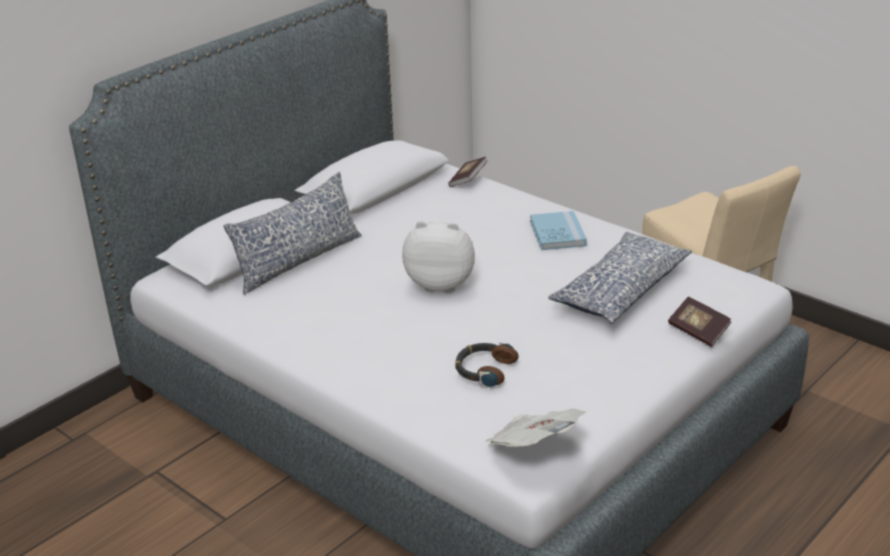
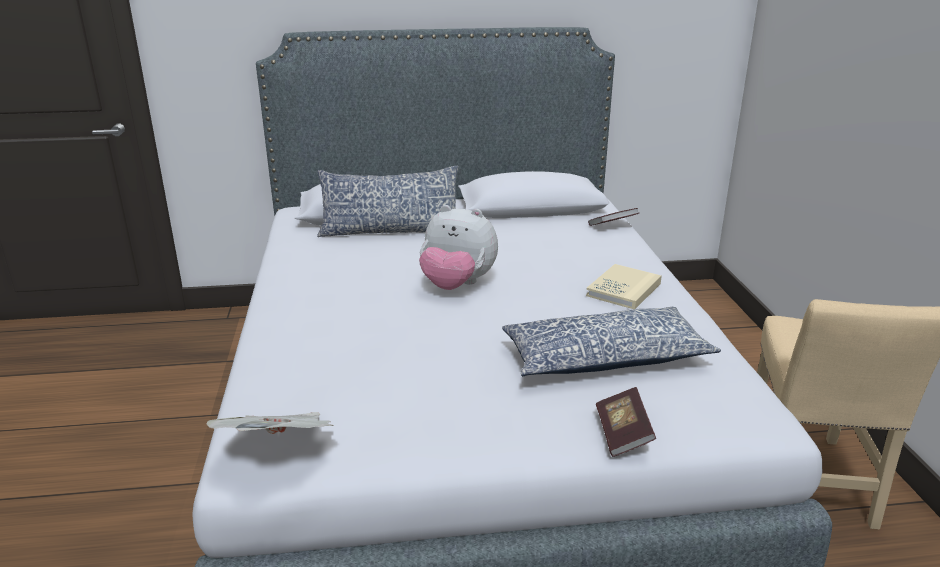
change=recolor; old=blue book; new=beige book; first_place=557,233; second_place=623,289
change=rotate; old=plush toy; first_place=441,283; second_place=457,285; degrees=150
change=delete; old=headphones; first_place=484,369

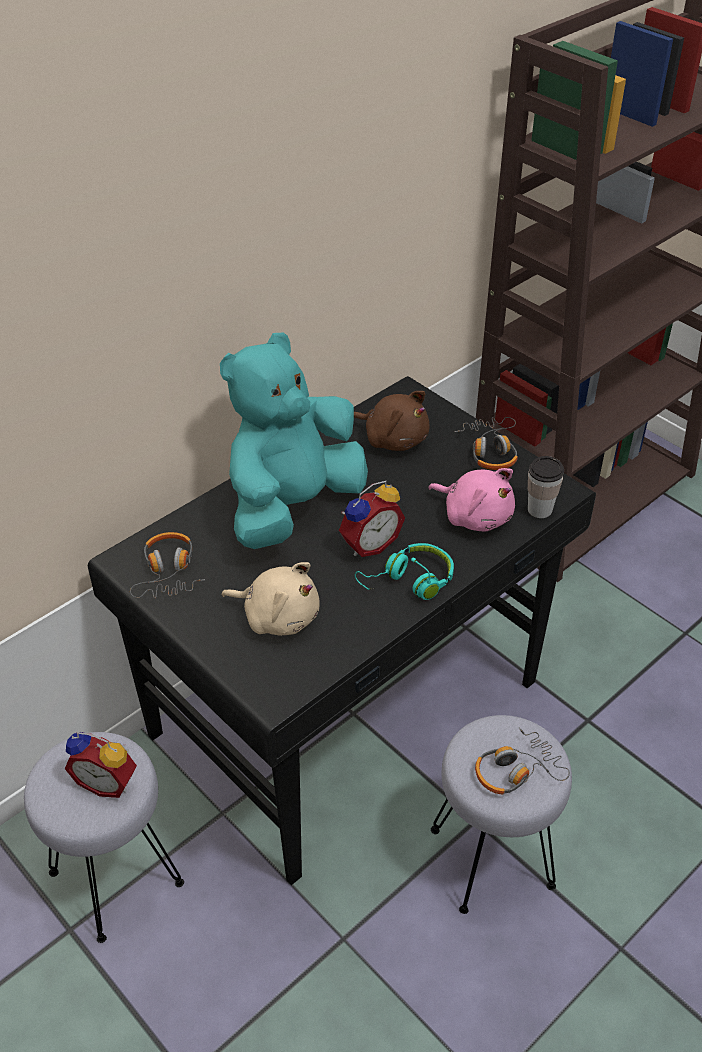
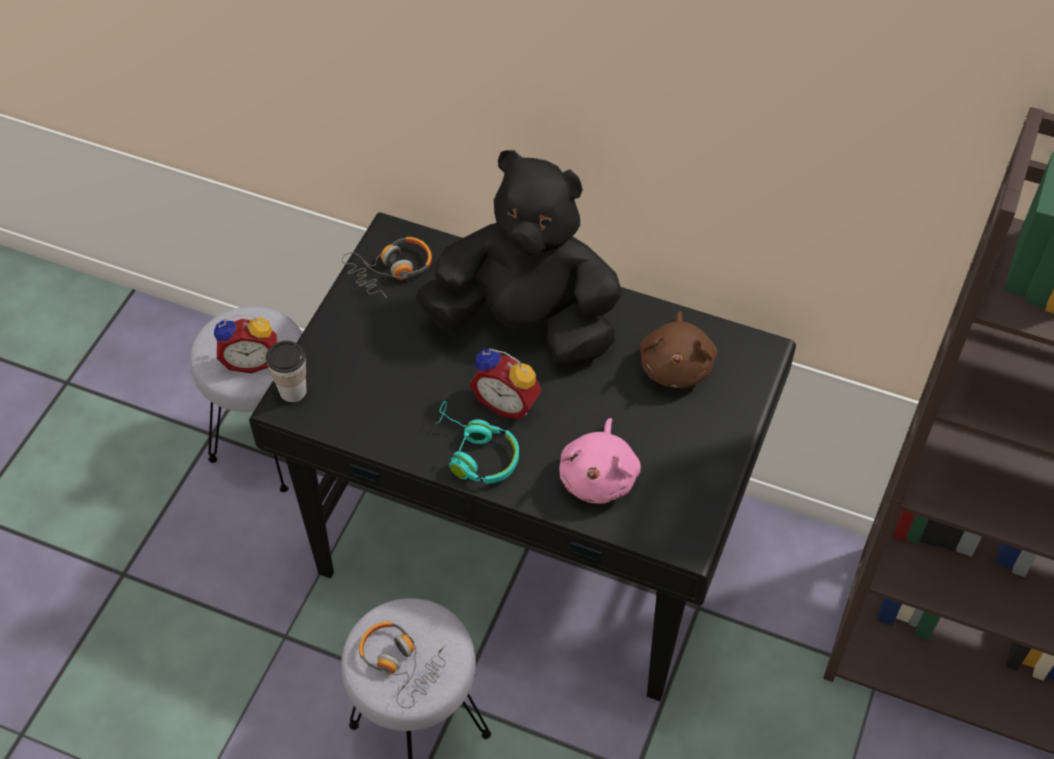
change=recolor; old=turquoise plush toy; new=black plush toy; first_place=292,506; second_place=526,323
change=delete; old=headphones; first_place=490,450
change=move; old=cup; first_place=540,509; second_place=293,391
change=delete; old=beige plush toy; first_place=278,616
change=rotate; old=alarm clock; first_place=108,781; second_place=251,360; degrees=-90

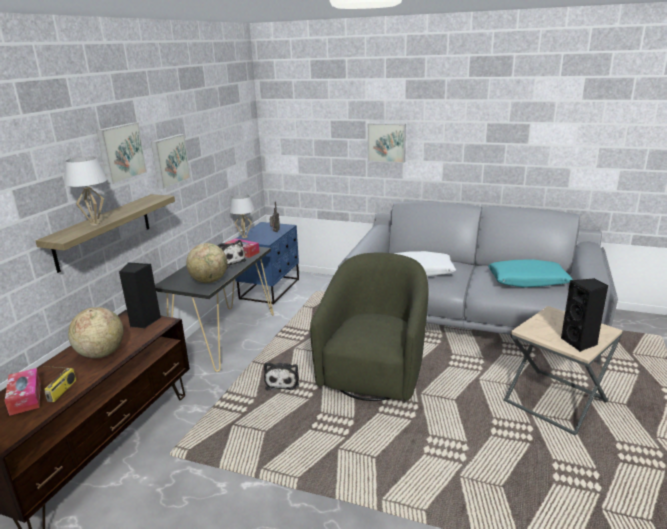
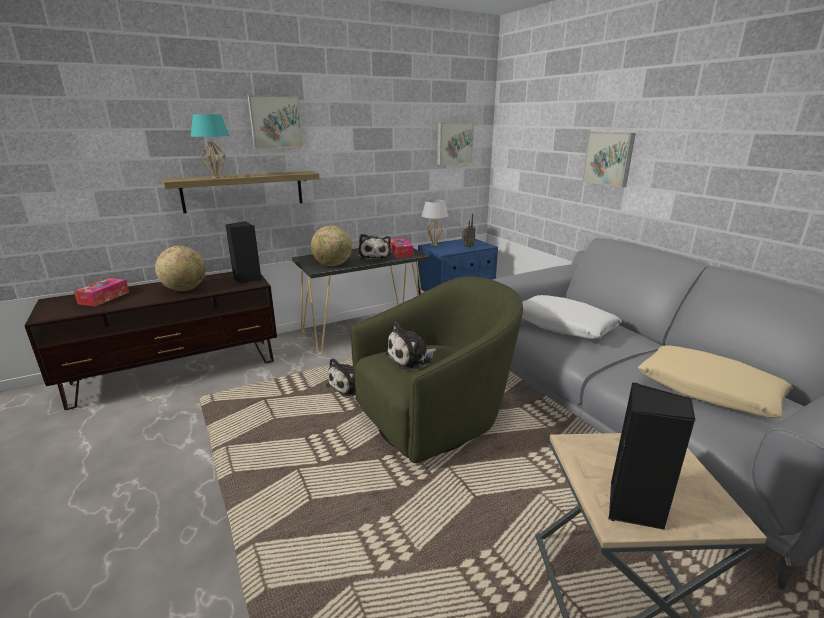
change=move; old=picture; first_place=169,160; second_place=454,143
change=recolor; old=white table lamp; new=turquoise table lamp; first_place=95,224; second_place=216,177
change=recolor; old=turquoise pillow; new=beige pillow; first_place=527,281; second_place=708,391
change=delete; old=radio; first_place=62,391
change=insert; new=plush toy; second_place=411,358

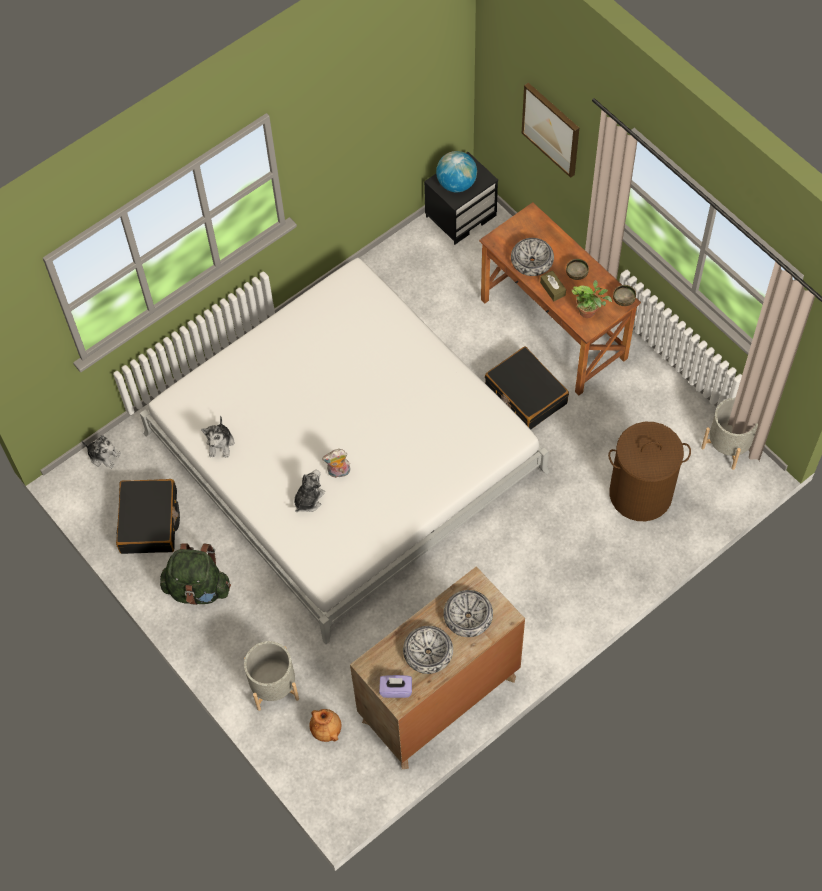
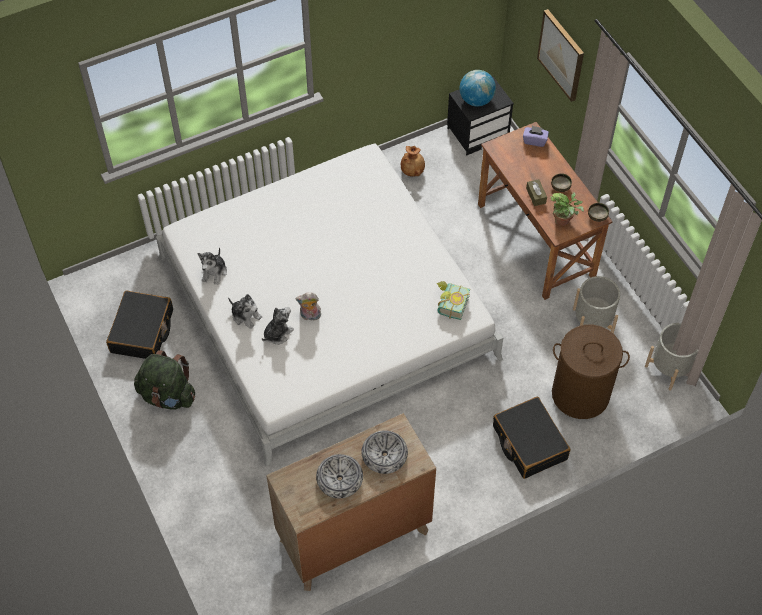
change=delete; old=bowl; first_place=532,260
change=move; old=black suitcase; first_place=525,395; second_place=529,443
change=move; old=plush toy; first_place=103,455; second_place=246,316
change=move; old=grey planter; first_place=273,686; second_place=592,322
change=move; old=purple tissue box; first_place=396,689; second_place=534,141
change=move; old=brown vase; first_place=326,729; second_place=413,171
change=insert; new=book; second_place=449,304

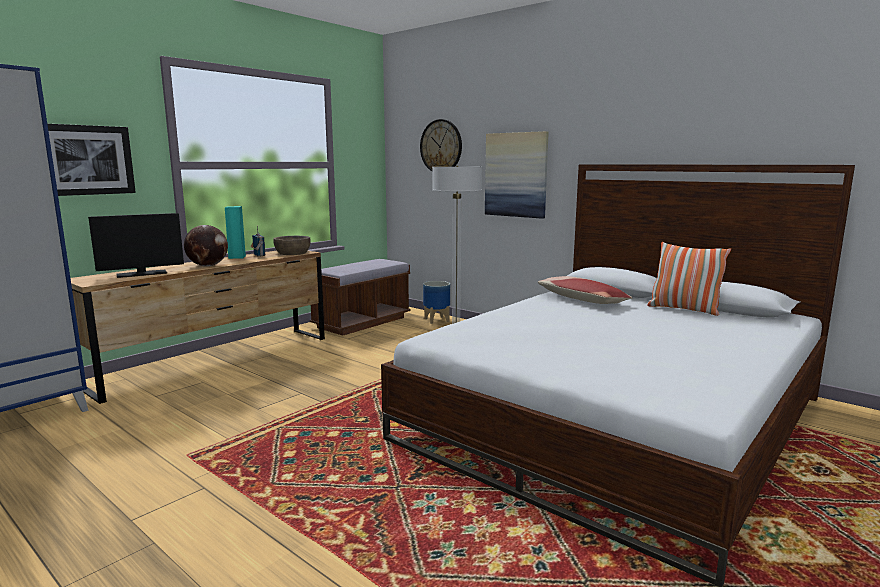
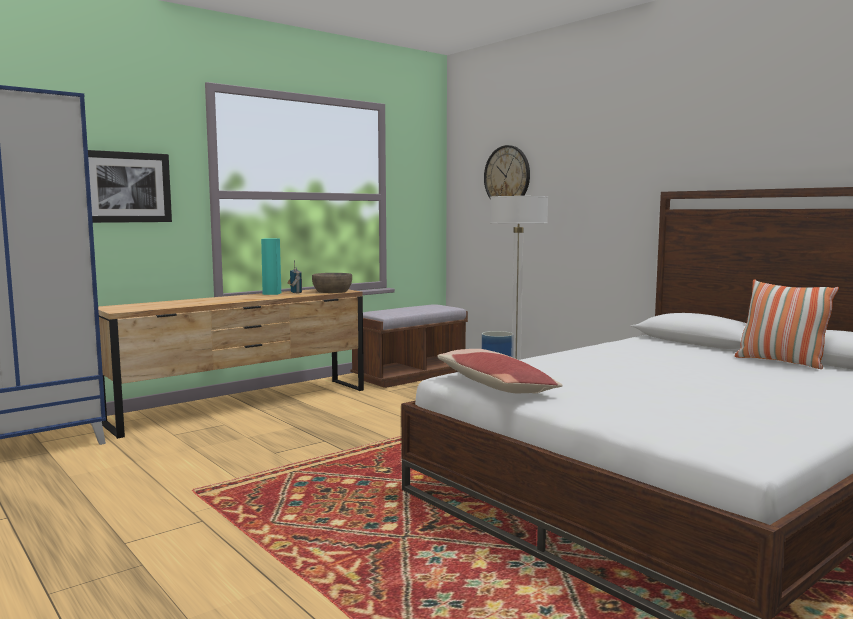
change=delete; old=picture; first_place=516,175
change=delete; old=monitor; first_place=141,274
change=delete; old=globe; first_place=208,266
change=move; old=pillow; first_place=581,300; second_place=494,386

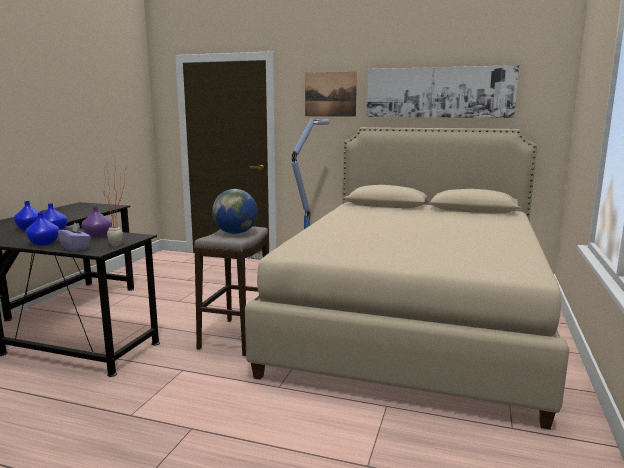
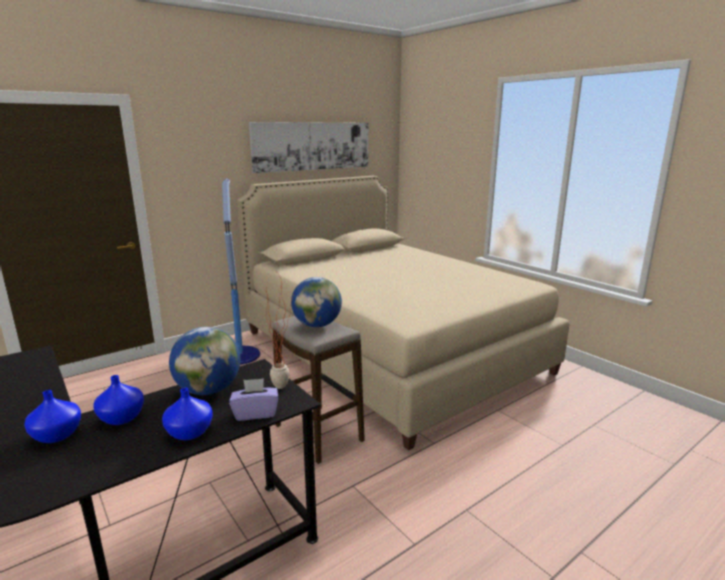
change=delete; old=picture; first_place=330,94
change=replace; old=purple vase; new=globe; first_place=98,235; second_place=208,390

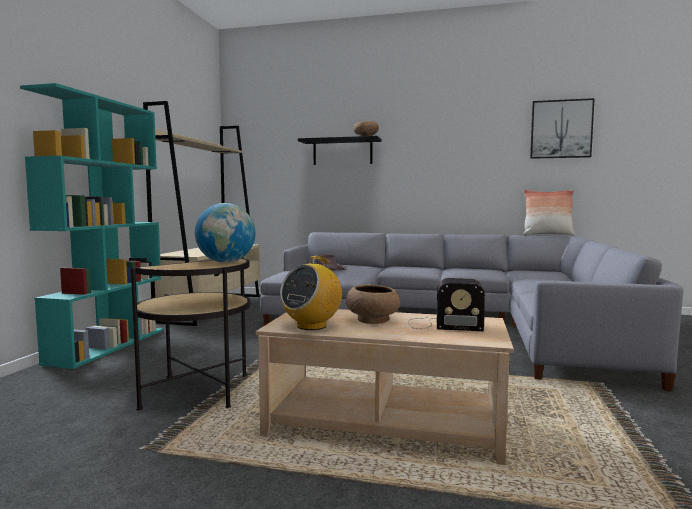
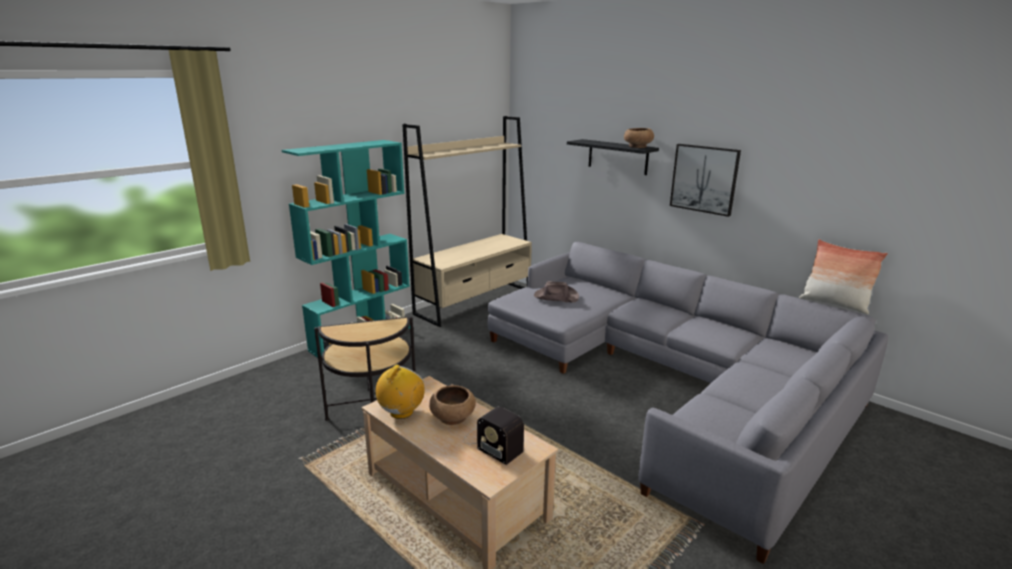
change=move; old=picture; first_place=561,129; second_place=704,179
change=delete; old=globe; first_place=226,262
change=rotate; old=radio; first_place=312,326; second_place=401,412; degrees=135

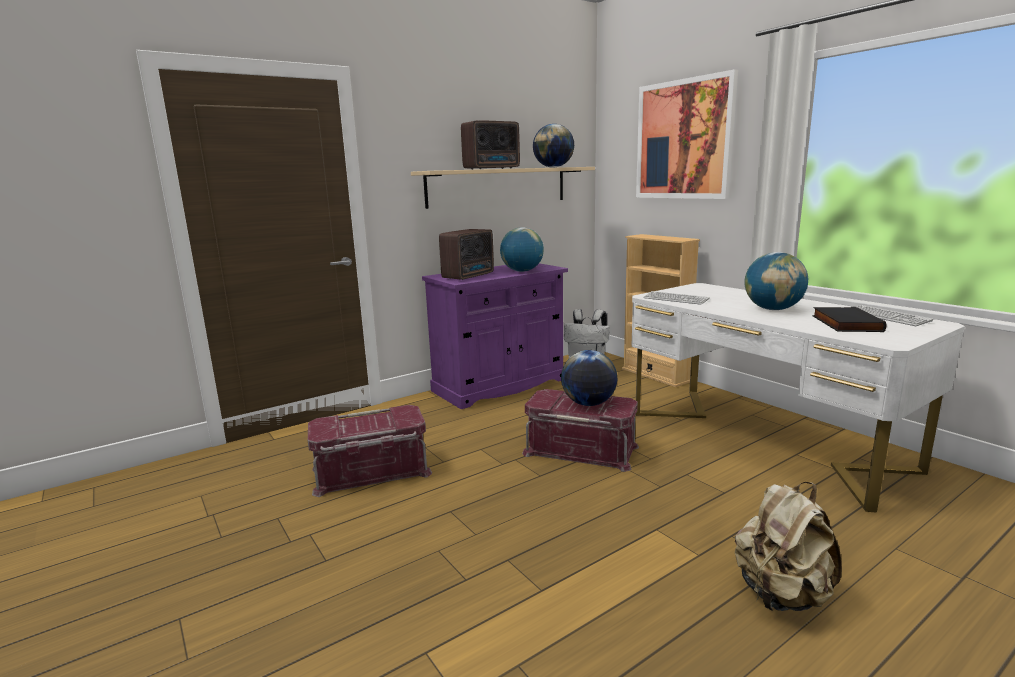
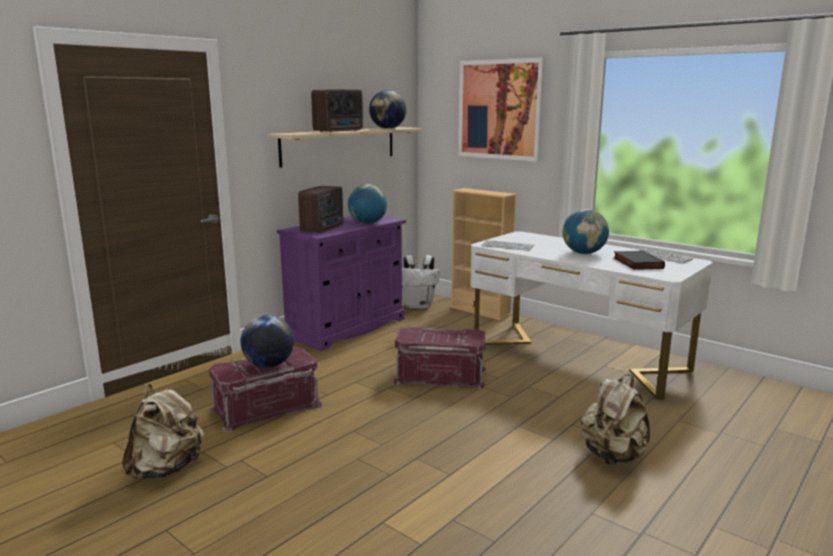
change=move; old=globe; first_place=588,404; second_place=269,365
change=insert; new=beige backpack; second_place=167,469

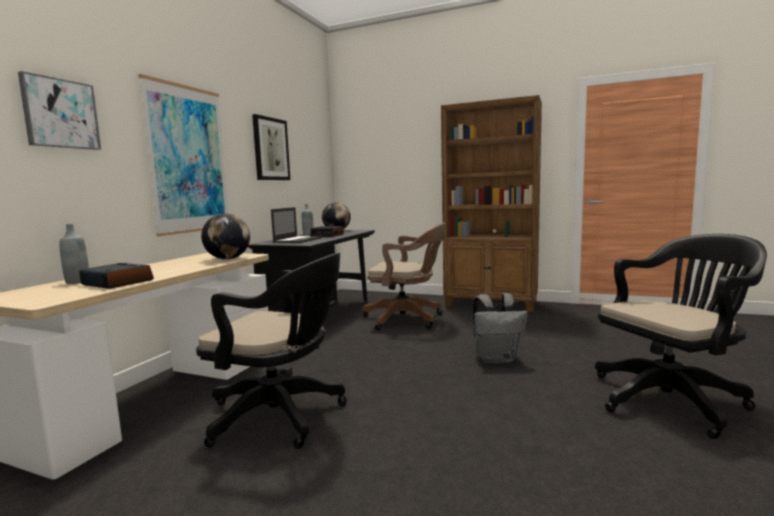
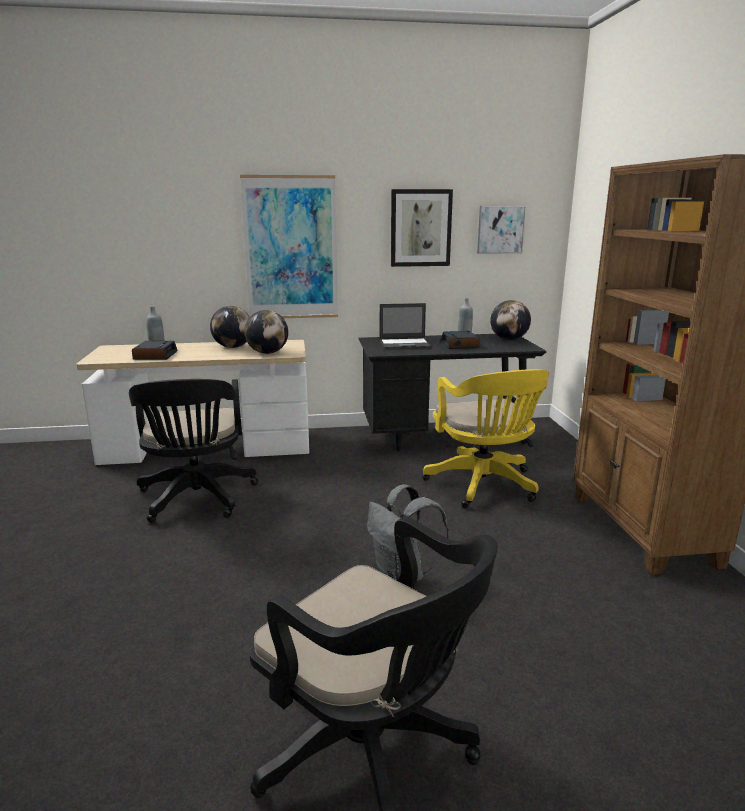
change=move; old=picture; first_place=60,114; second_place=500,229
change=recolor; old=brown office chair; new=yellow office chair; first_place=407,319; second_place=484,486
change=insert; new=globe; second_place=233,347

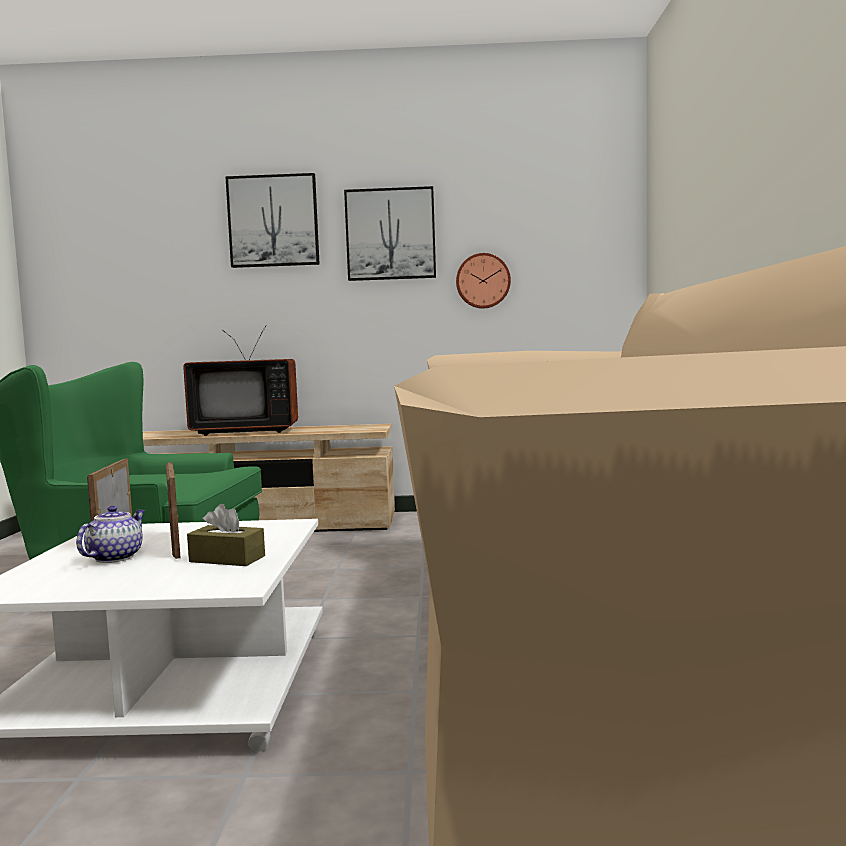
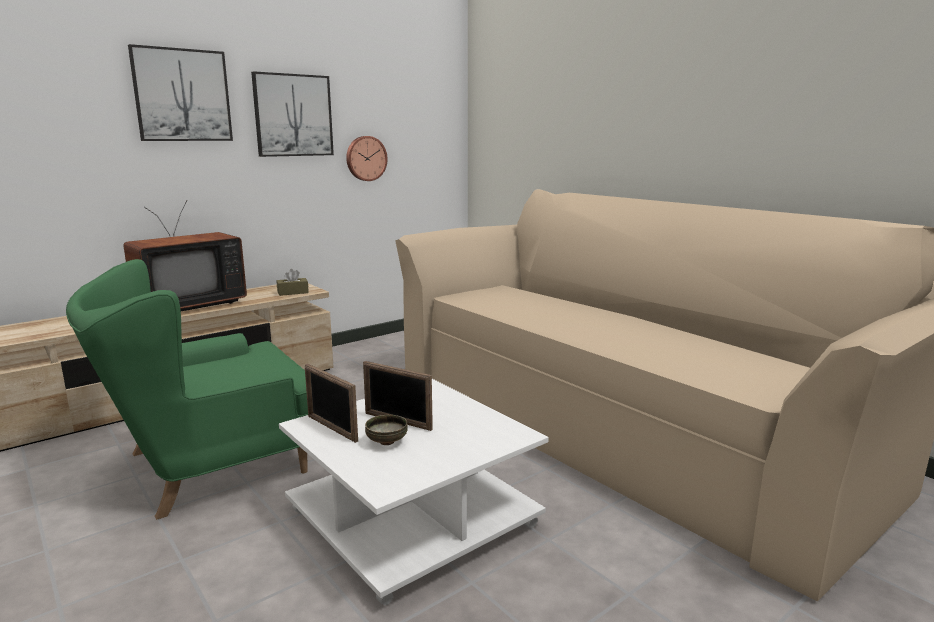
change=move; old=brown tissue box; first_place=227,559; second_place=293,292
change=replace; old=teapot; new=bowl; first_place=114,557; second_place=386,442

